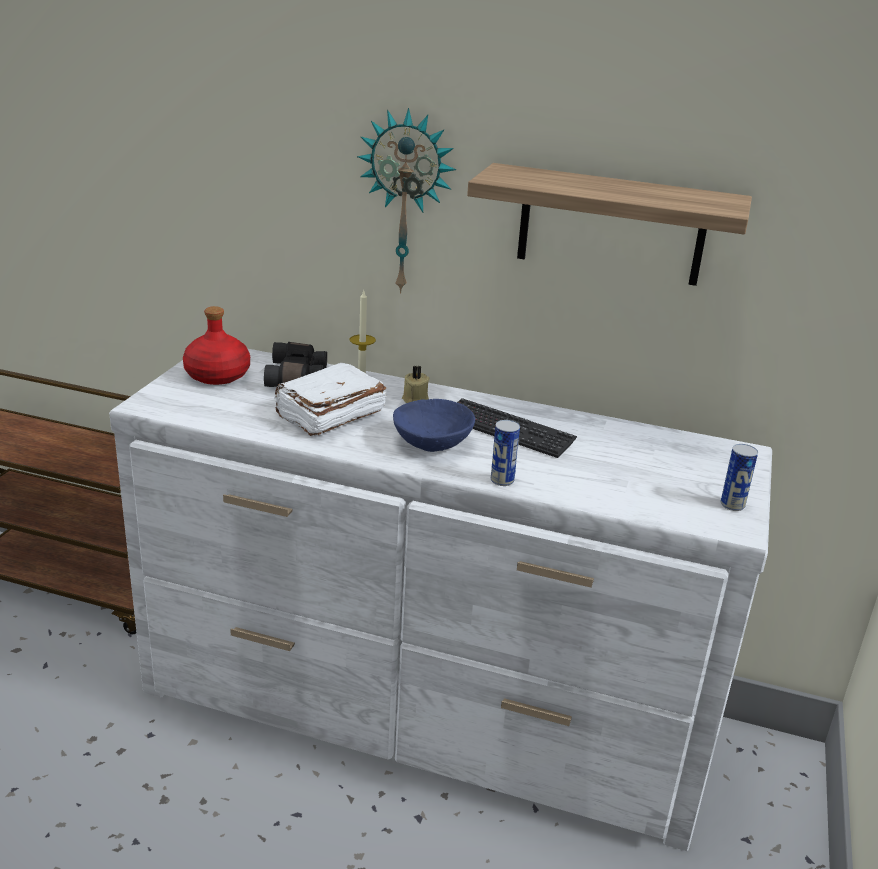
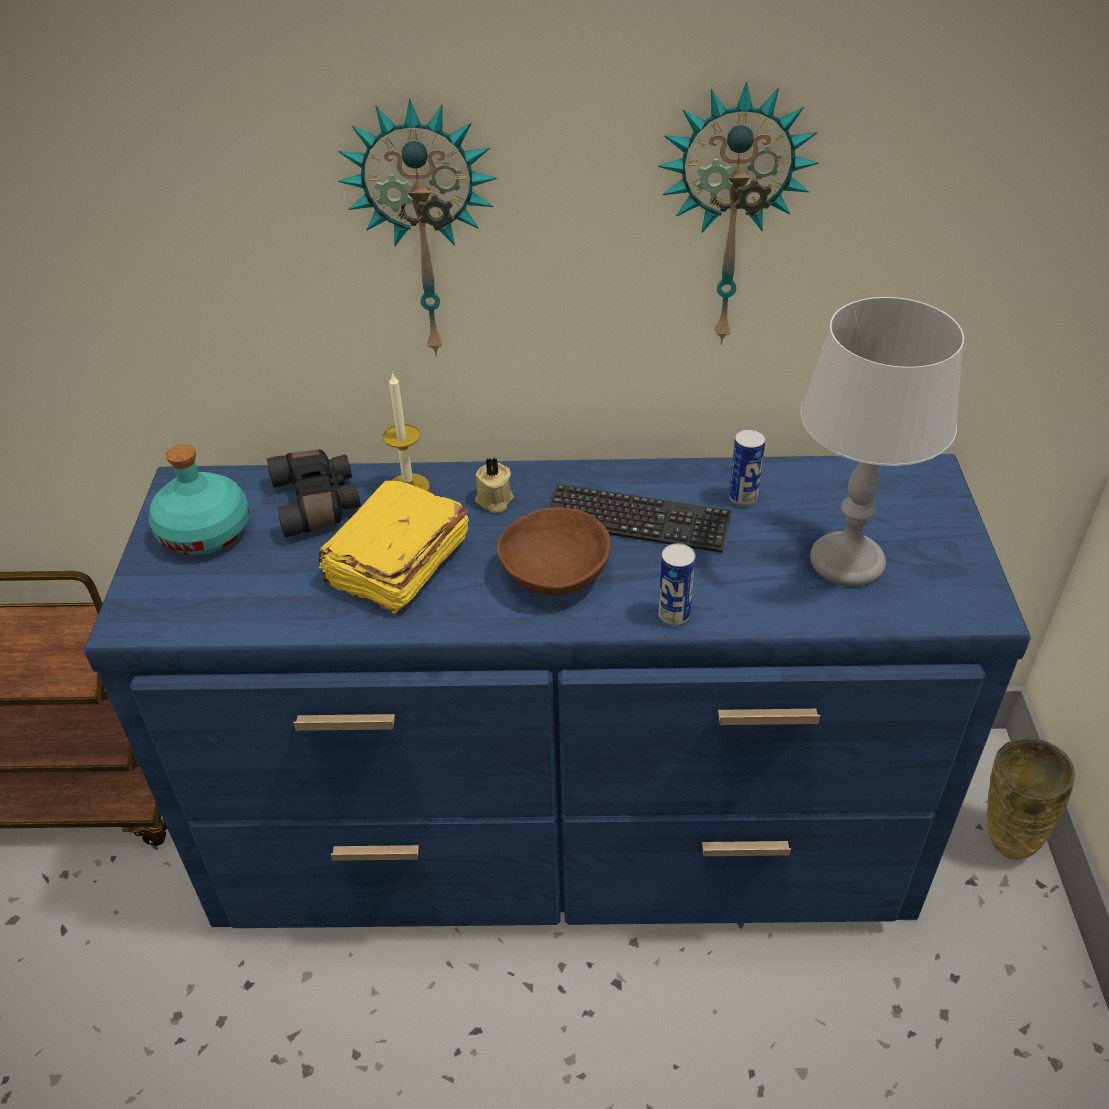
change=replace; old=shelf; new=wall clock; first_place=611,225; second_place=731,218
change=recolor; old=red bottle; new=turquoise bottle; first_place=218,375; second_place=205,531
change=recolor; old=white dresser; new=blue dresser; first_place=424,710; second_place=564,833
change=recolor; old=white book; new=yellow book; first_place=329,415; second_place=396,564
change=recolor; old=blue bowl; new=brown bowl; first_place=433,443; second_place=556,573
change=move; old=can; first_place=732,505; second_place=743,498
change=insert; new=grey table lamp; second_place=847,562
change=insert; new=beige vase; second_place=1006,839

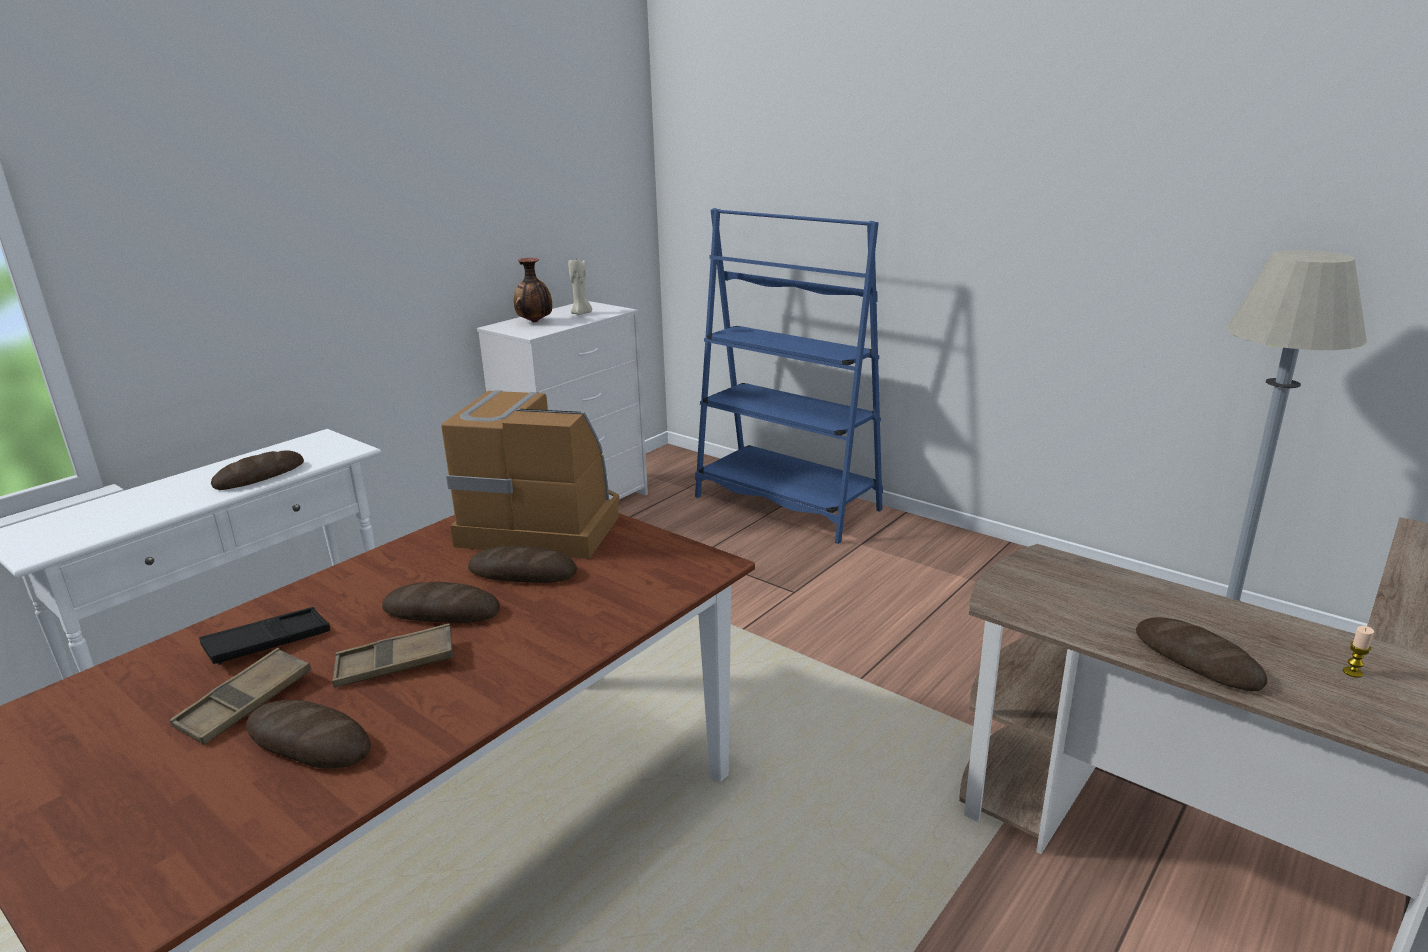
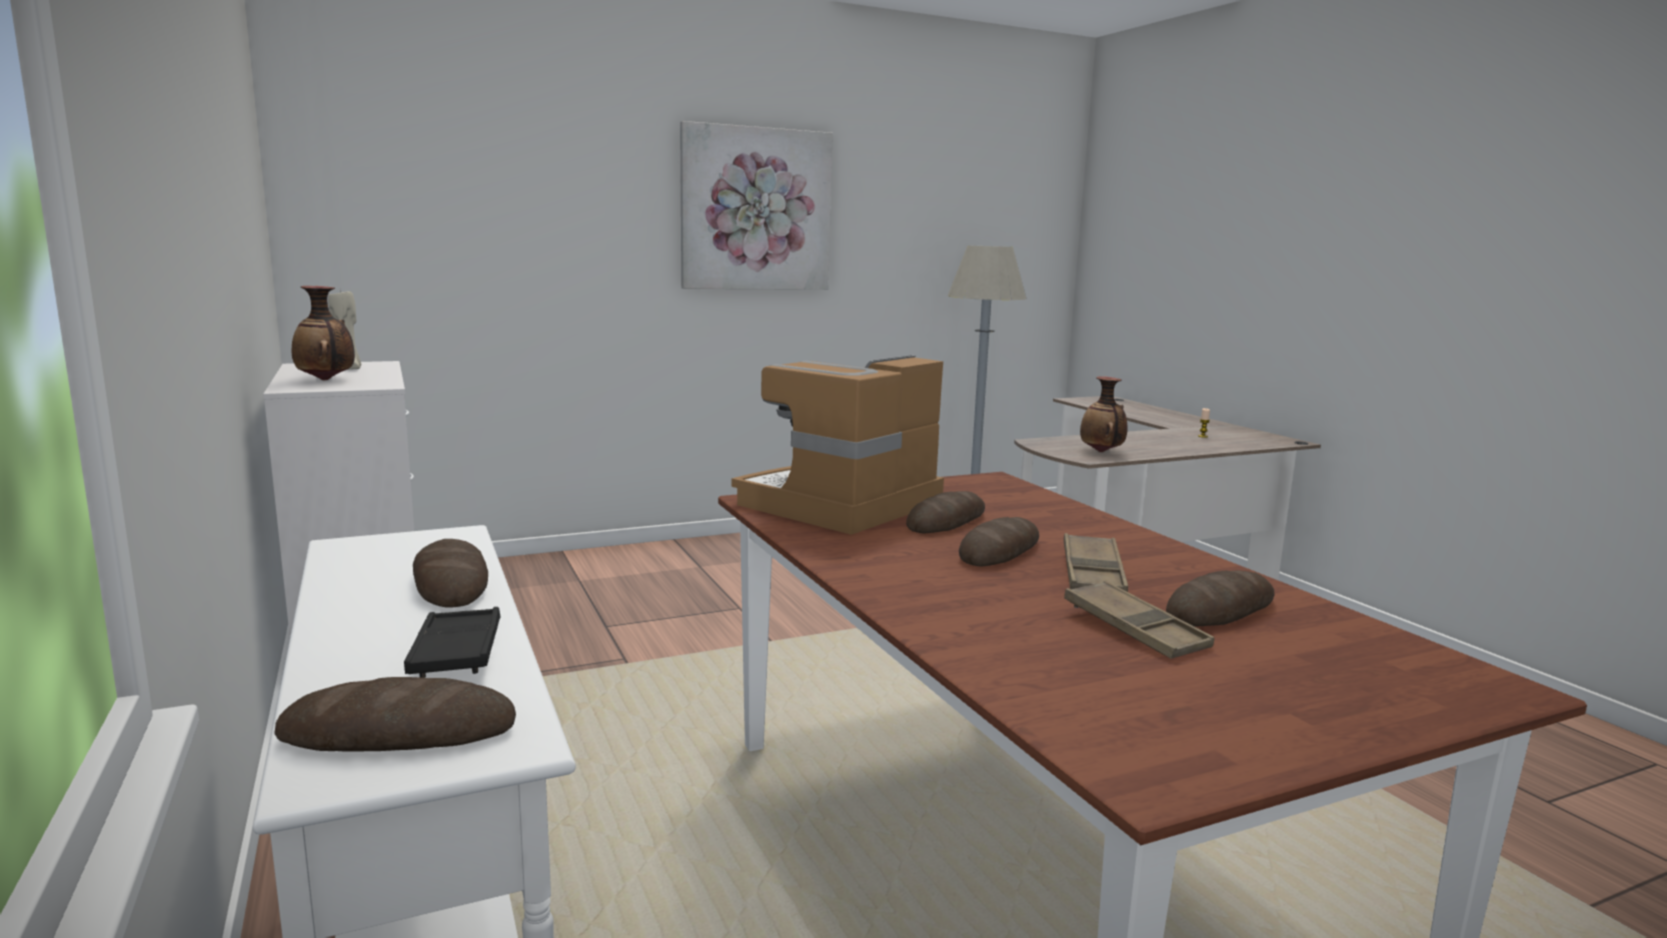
change=delete; old=blue bookcase; first_place=786,504
change=move; old=black tray; first_place=268,642; second_place=457,652
change=move; old=bread; first_place=1197,660; second_place=399,732
change=insert; new=picture; second_place=756,209
change=insert; new=vase; second_place=1102,452

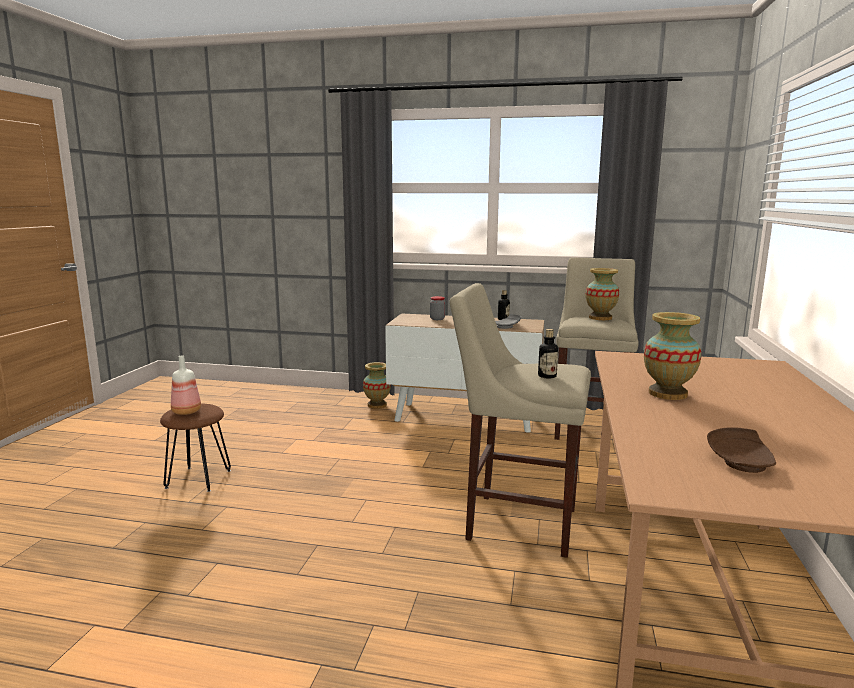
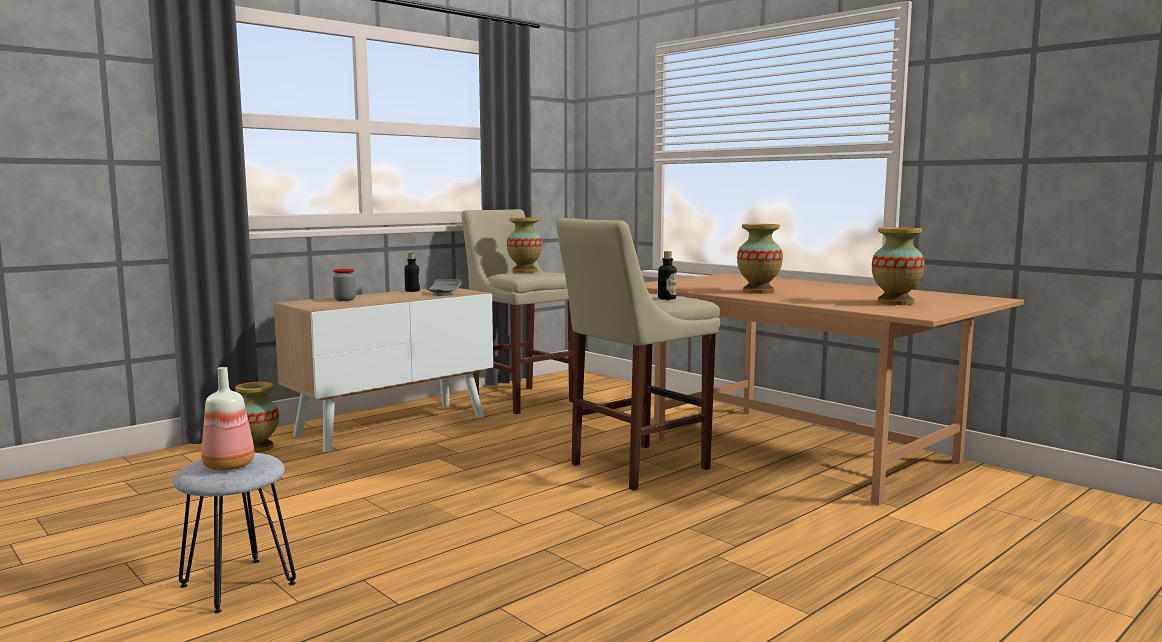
change=recolor; old=brown stool; new=grey stool; first_place=198,479; second_place=237,585
change=replace; old=brown plate; new=vase; first_place=741,462; second_place=895,302

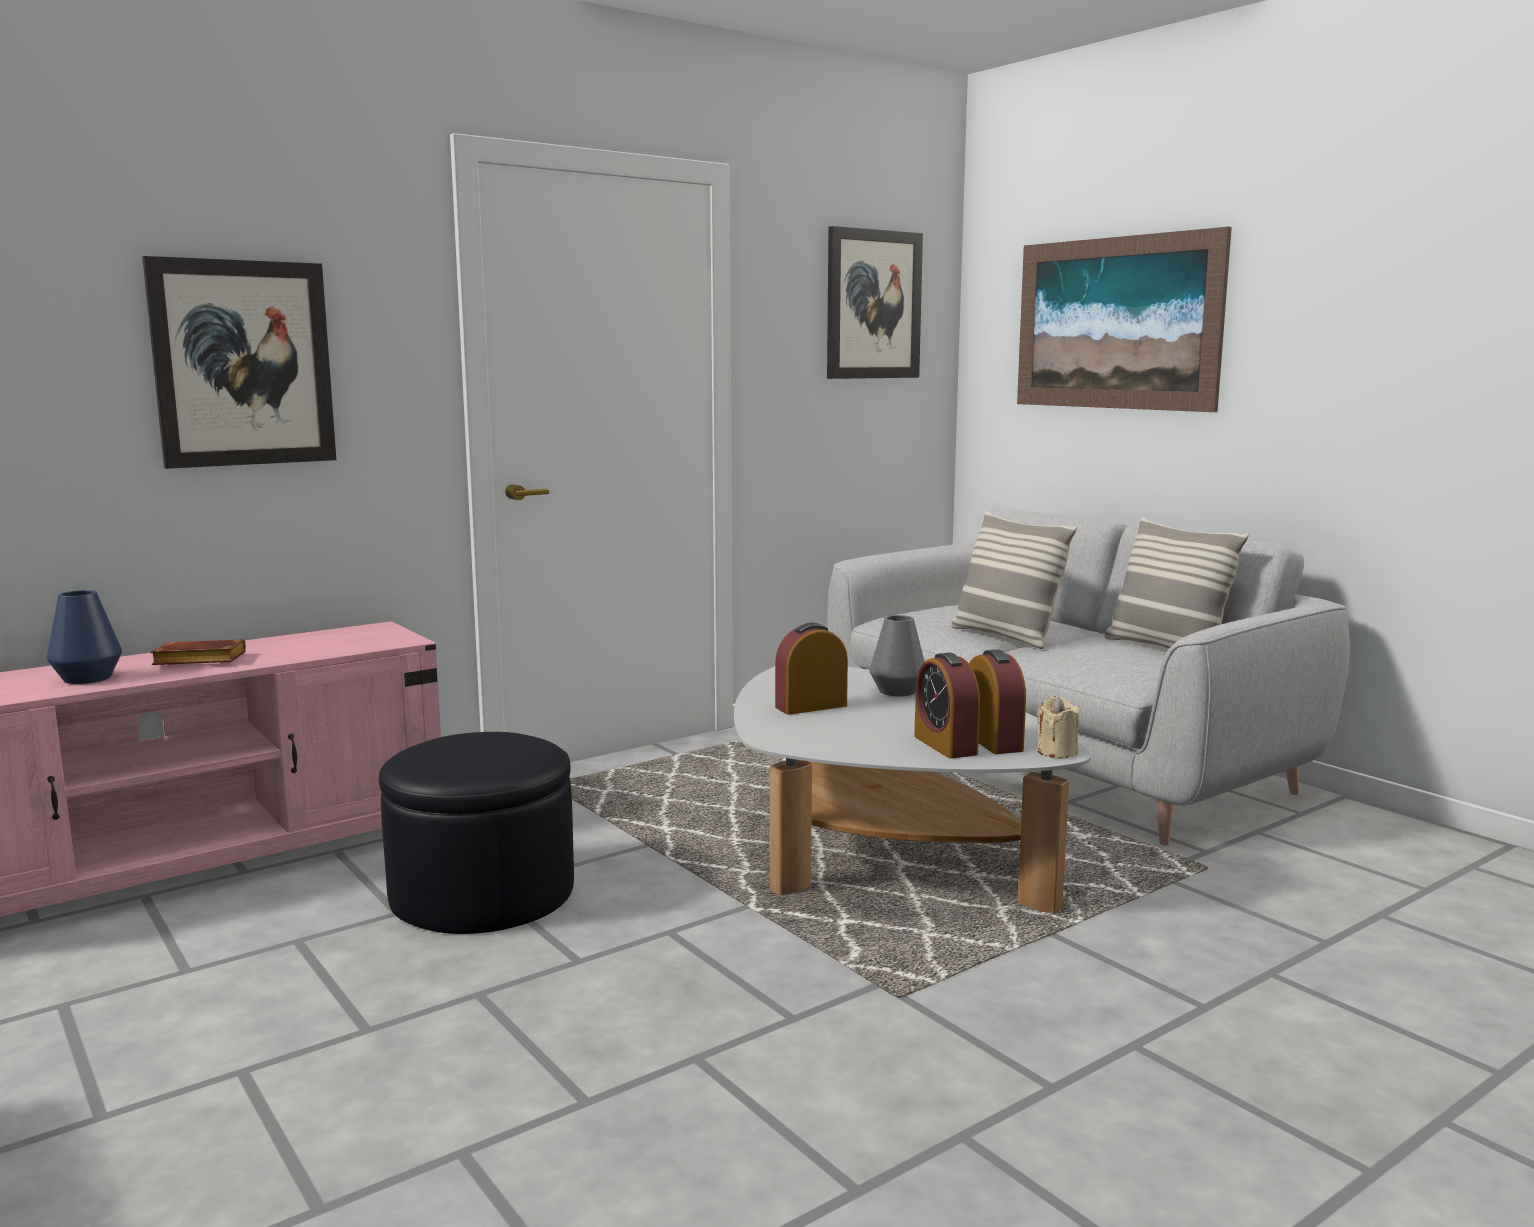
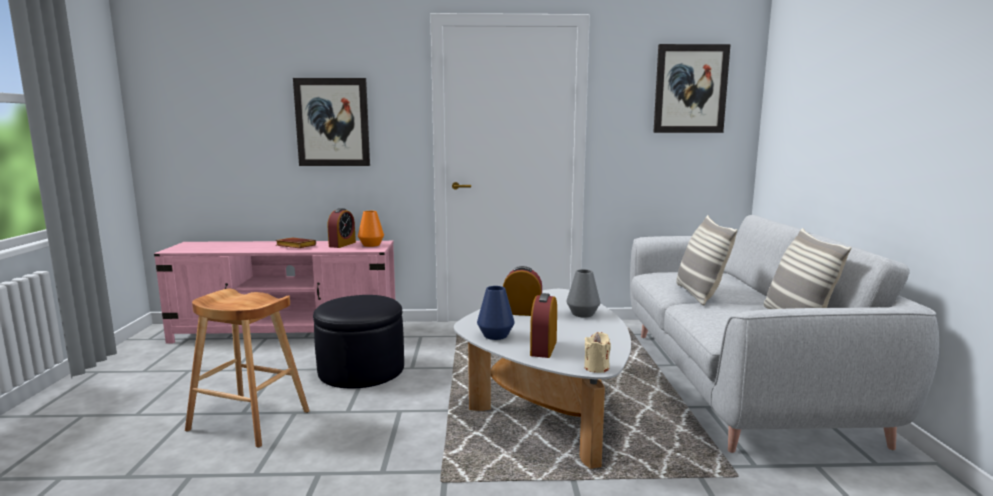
change=delete; old=picture; first_place=1116,323
change=move; old=blue vase; first_place=87,678; second_place=495,335
change=move; old=alarm clock; first_place=992,741; second_place=342,244
change=insert; new=orange vase; second_place=371,245
change=insert; new=brown stool; second_place=249,421

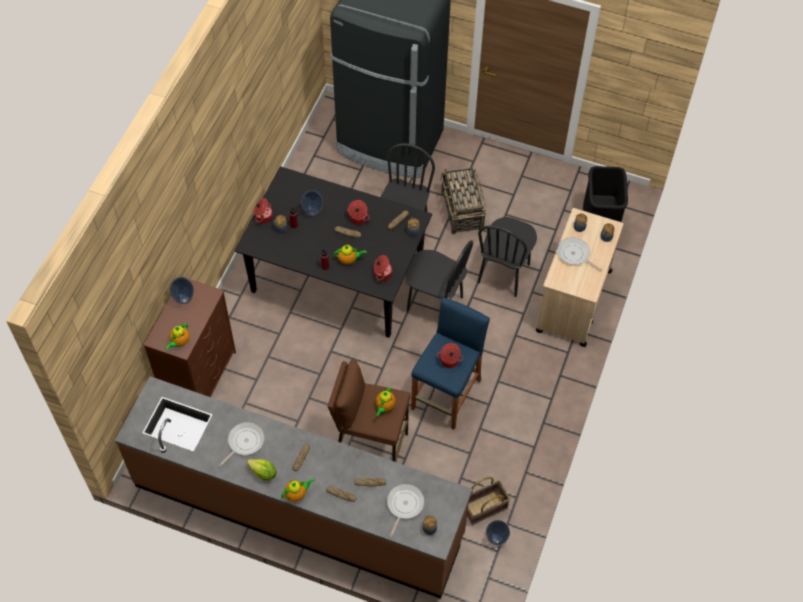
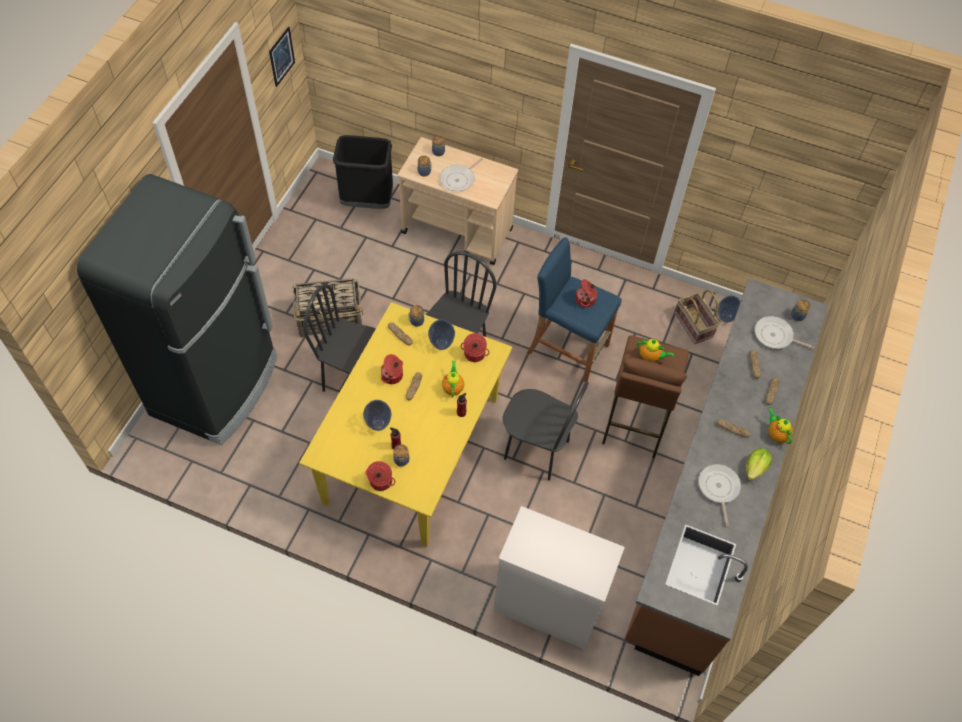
change=recolor; old=black dining table; new=yellow dining table; first_place=336,278; second_place=412,450
change=move; old=black chair; first_place=504,273; second_place=536,450
change=recolor; old=brown dresser; new=white dresser; first_place=200,376; second_place=546,605
change=move; old=vase; first_place=184,299; second_place=441,344
change=delete; old=teapot; first_place=179,342
change=rotate; old=frying pan; first_place=244,442; second_place=718,488; degrees=45
change=insert; new=picture; second_place=281,56

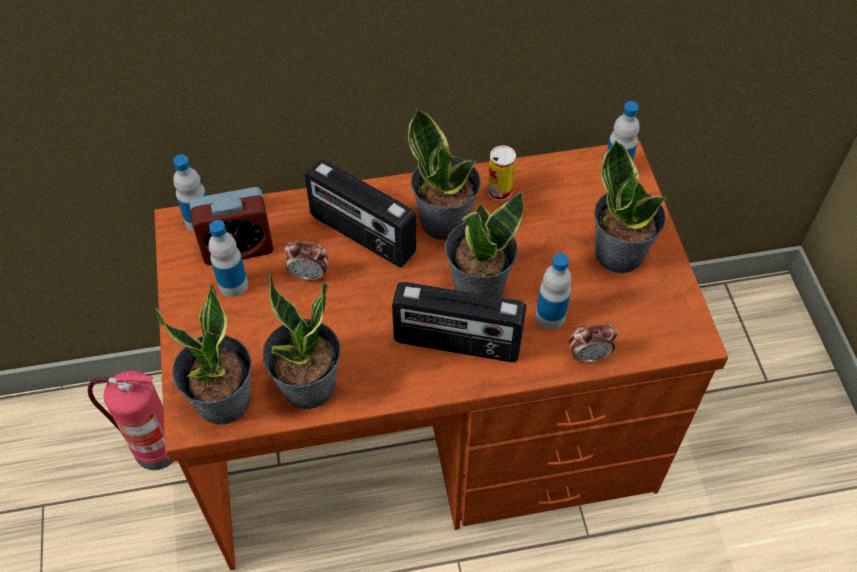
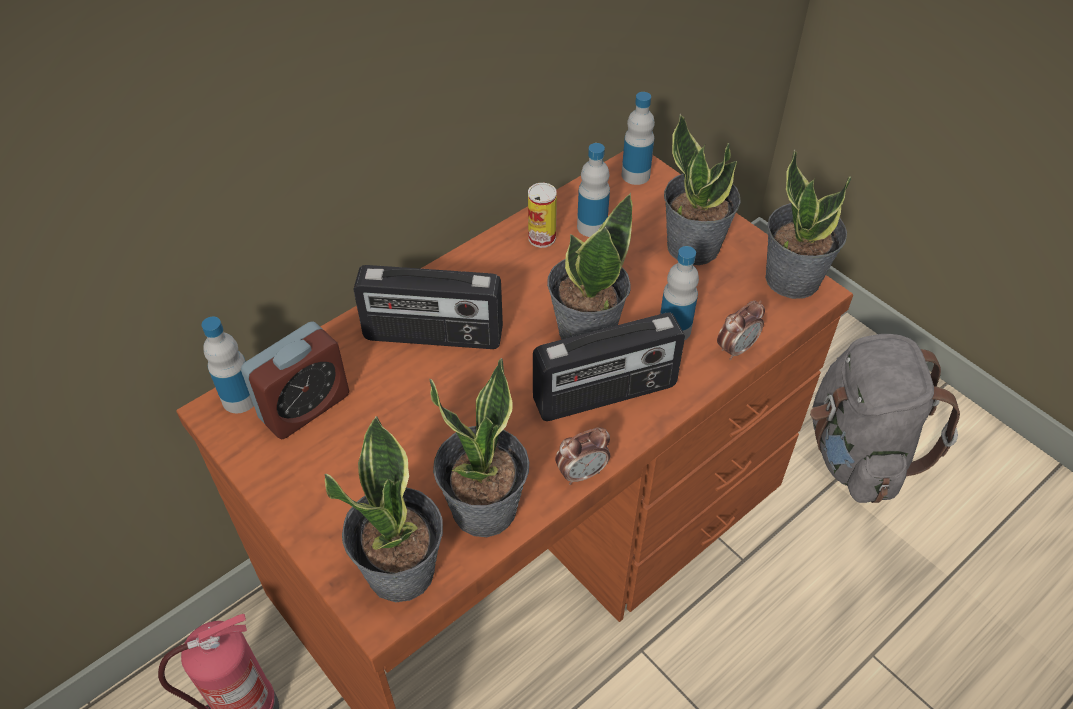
change=move; old=potted plant; first_place=444,220; second_place=792,278
change=move; old=bottle; first_place=233,284; second_place=592,226
change=move; old=alarm clock; first_place=309,275; second_place=582,473
change=insert; new=grey backpack; second_place=857,453

